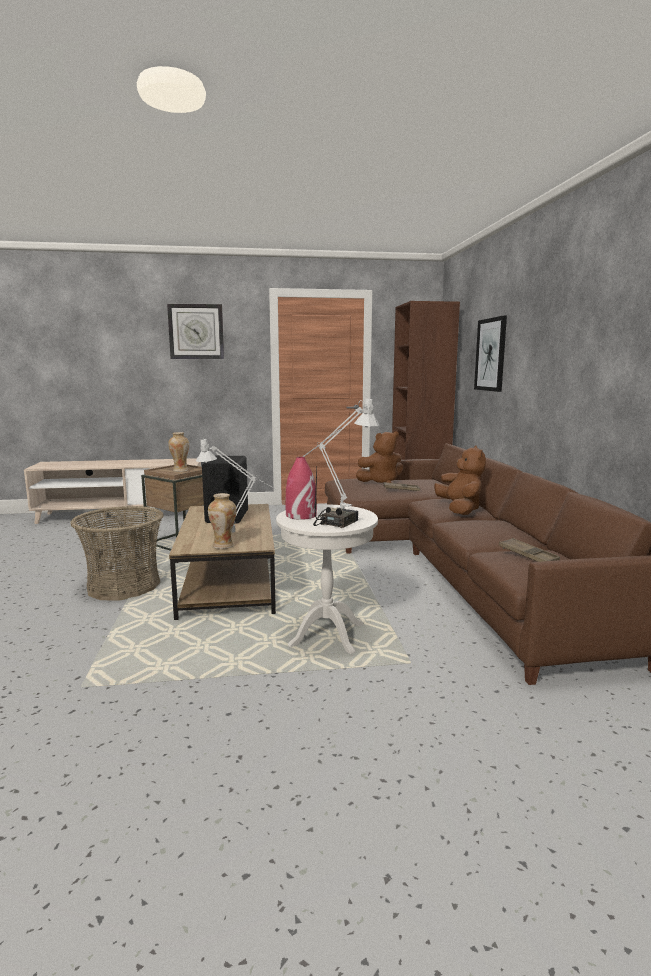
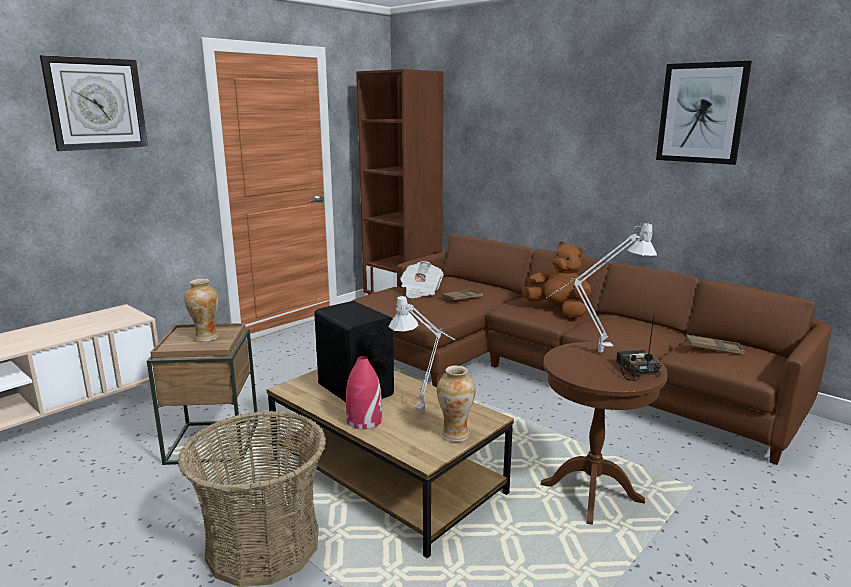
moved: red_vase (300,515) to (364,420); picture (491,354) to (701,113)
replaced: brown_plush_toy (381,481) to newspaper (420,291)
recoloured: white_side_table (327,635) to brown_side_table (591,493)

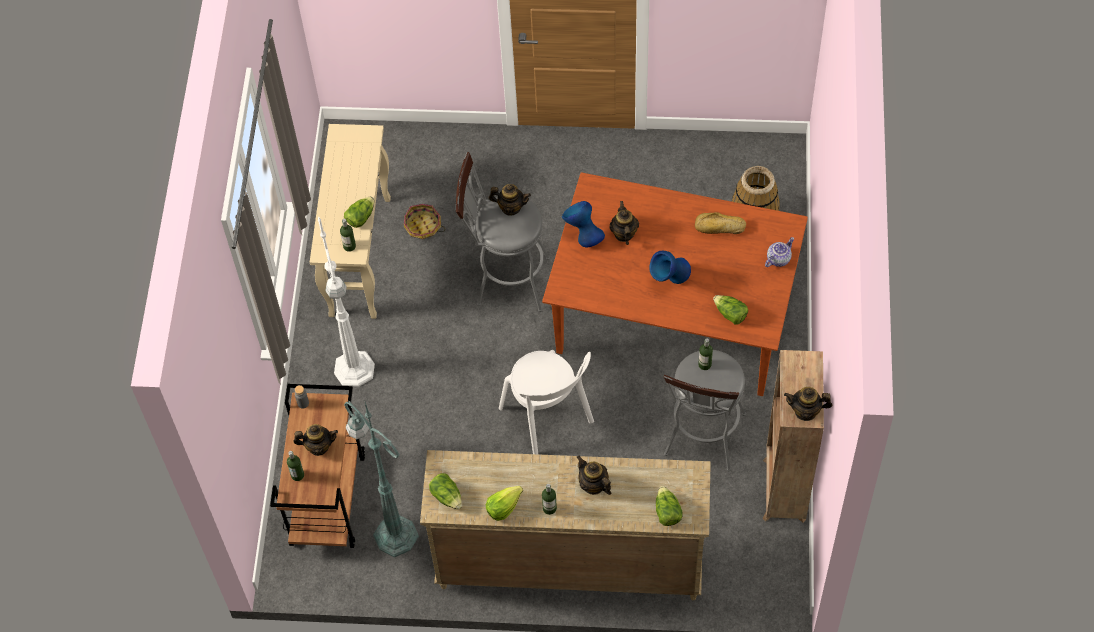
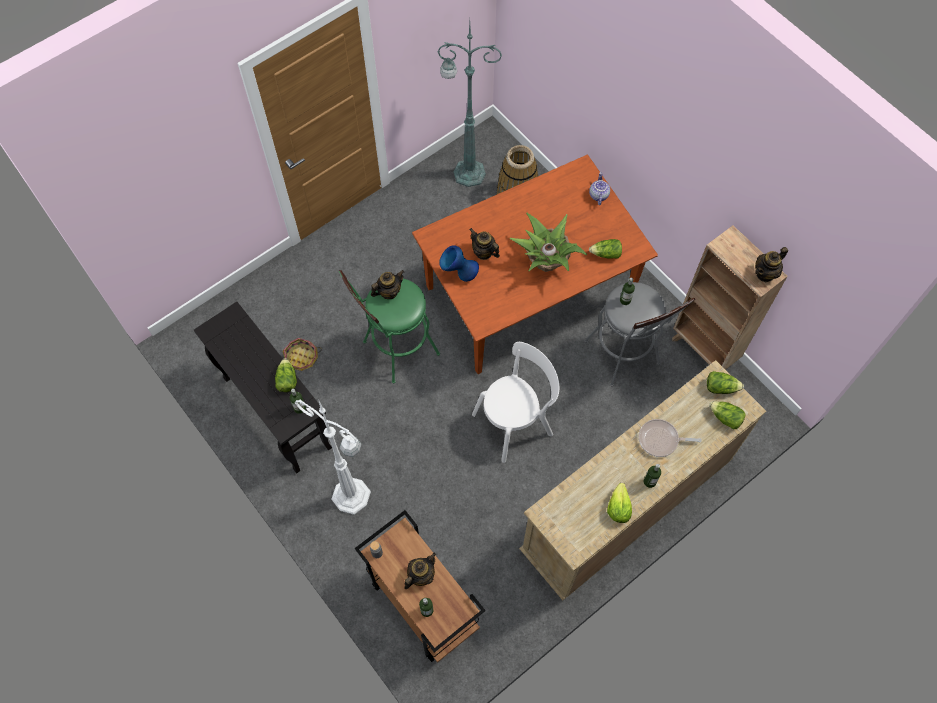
removed: bread (720,228)
moved: green_floor_lamp (394,534) to (467,173); lettuce (447,496) to (721,387)
replaced: blue_vase (669,281) to potted_plant (545,261); teapot (593,485) to frying_pan (660,440)
recoloured: beige_console_table (360,255) to black_console_table (276,412); grey_stool (505,280) to green_stool (395,351)
turned: white_chair (548,418) = (515,422) 45 degrees counterclockwise

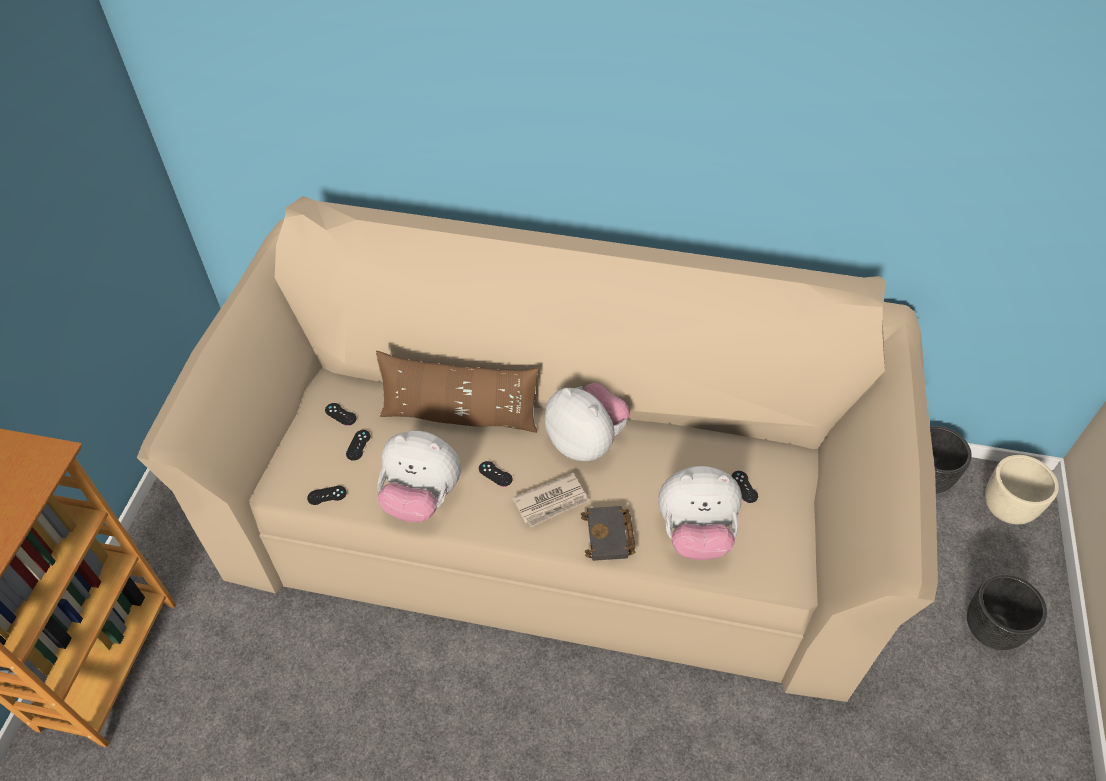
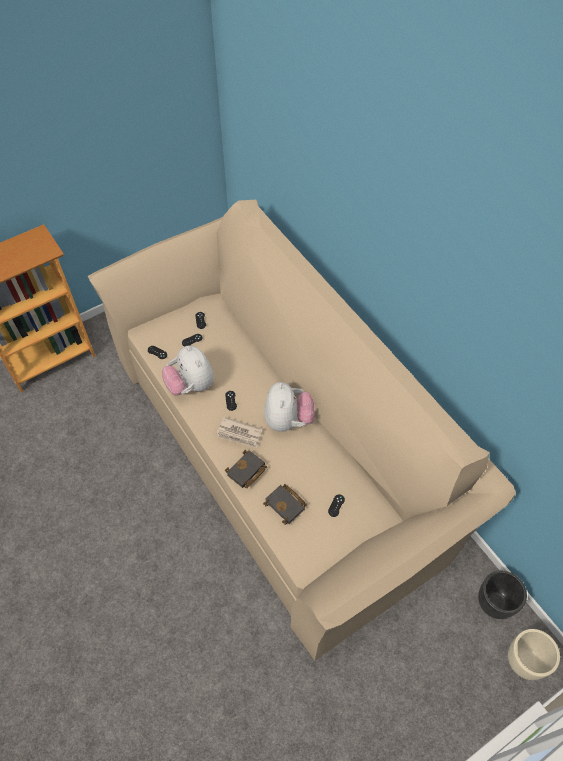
removed: brown_pillow (460,415); black_planter (991,629)
replaced: plush_toy (695,533) to black_book (286,505)

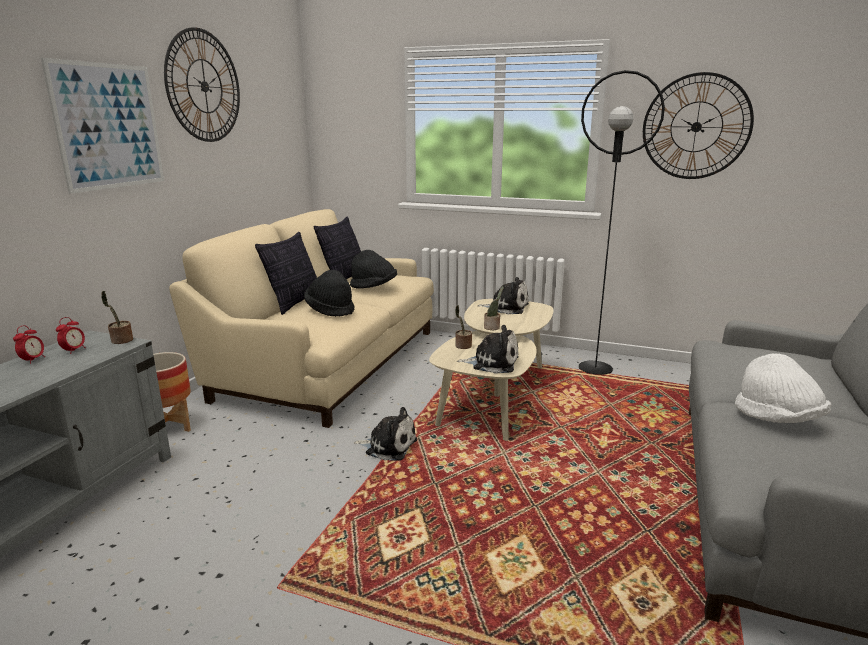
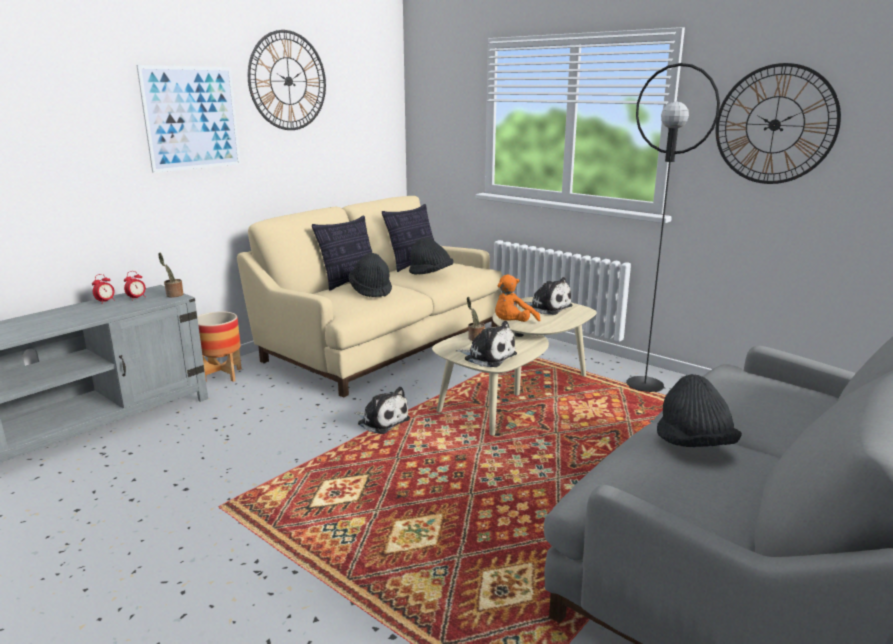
replaced: potted_plant (493,327) to orange_plush_toy (512,324)
recoloured: white_hat (777,419) to black_hat (693,445)

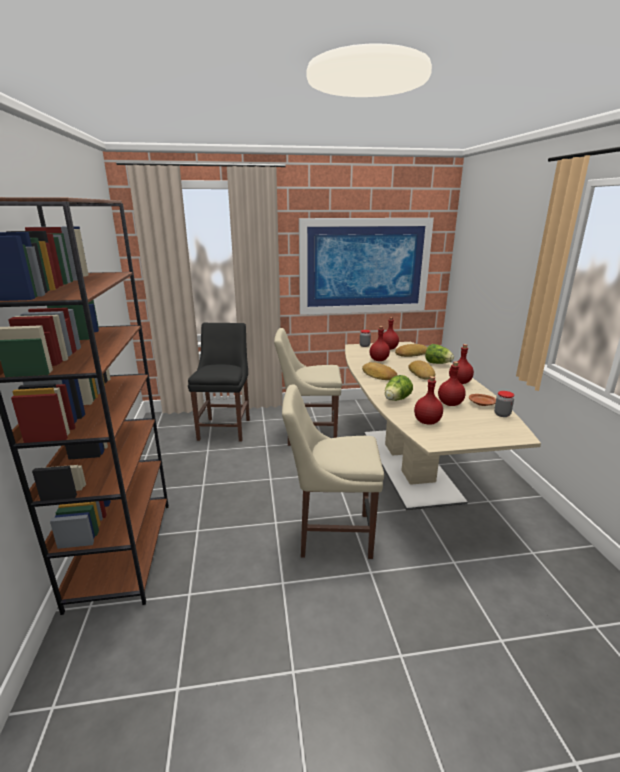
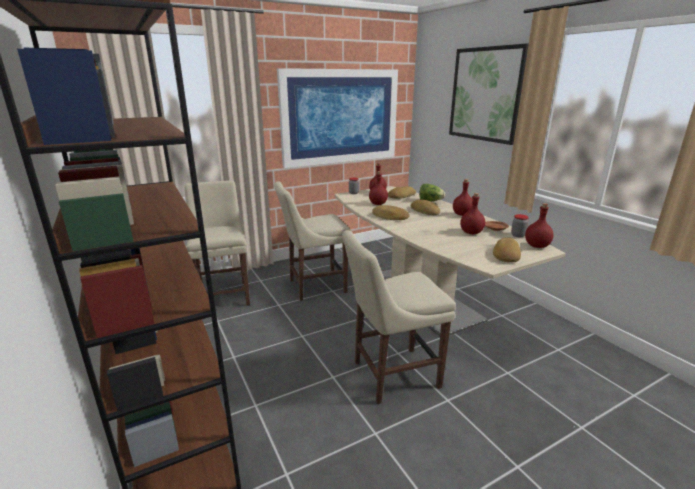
removed: lettuce (396,400)
added: picture (485,94); bread (505,254)
moved: red_bottle (427,422) to (536,246)
recoloured: black_chair (225,428) to beige_chair (224,295)

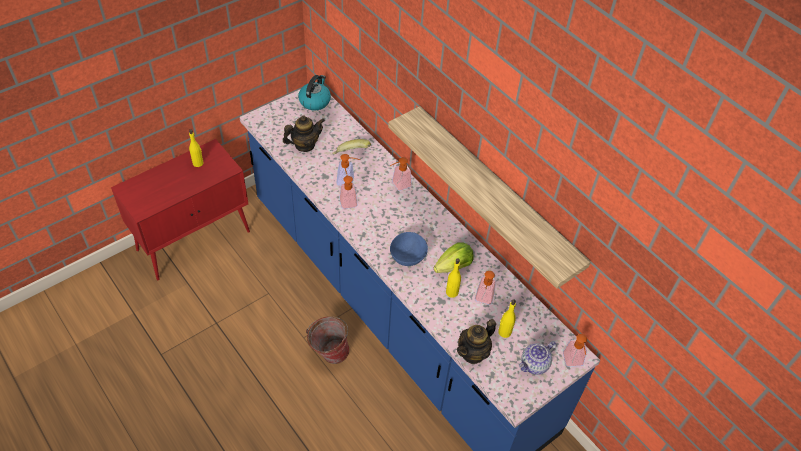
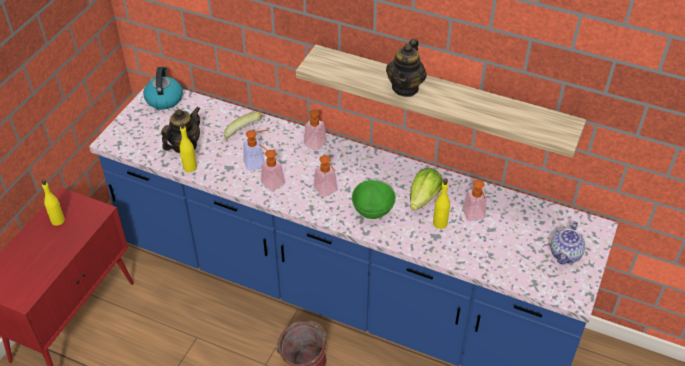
moved: yellow_bottle (504,332) to (189,167); soap_dispenser (573,362) to (327,192); teapot (473,353) to (405,88)
recoloured: blue_bowl (408,257) to green_bowl (373,209)

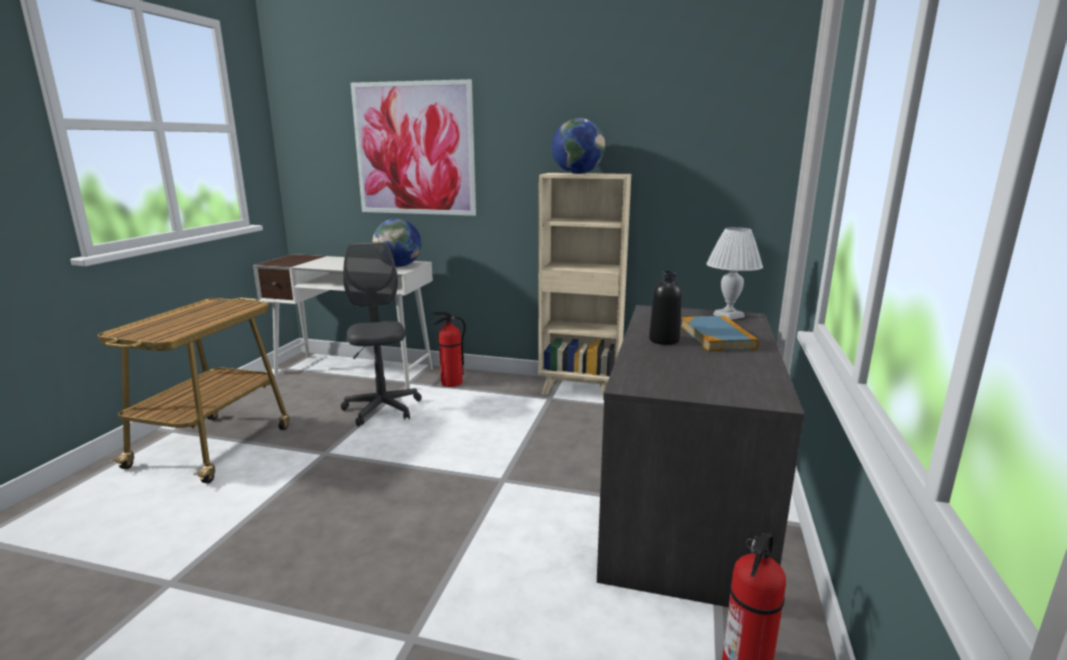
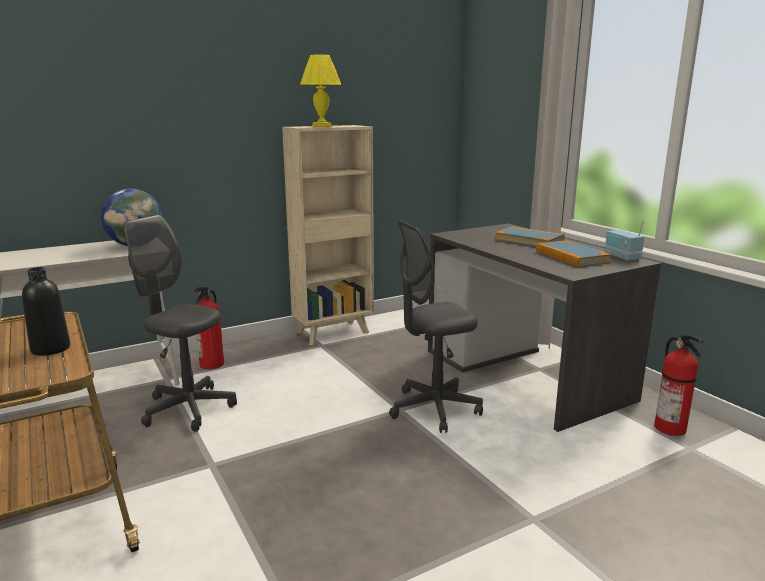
removed: picture (414,149); white_table_lamp (728,316)
added: grey_office_chair (434,409); book (571,257); radio (621,257)
moved: black_bottle (664,340) to (50,349)
replaced: globe (577,173) to yellow_table_lamp (321,126)

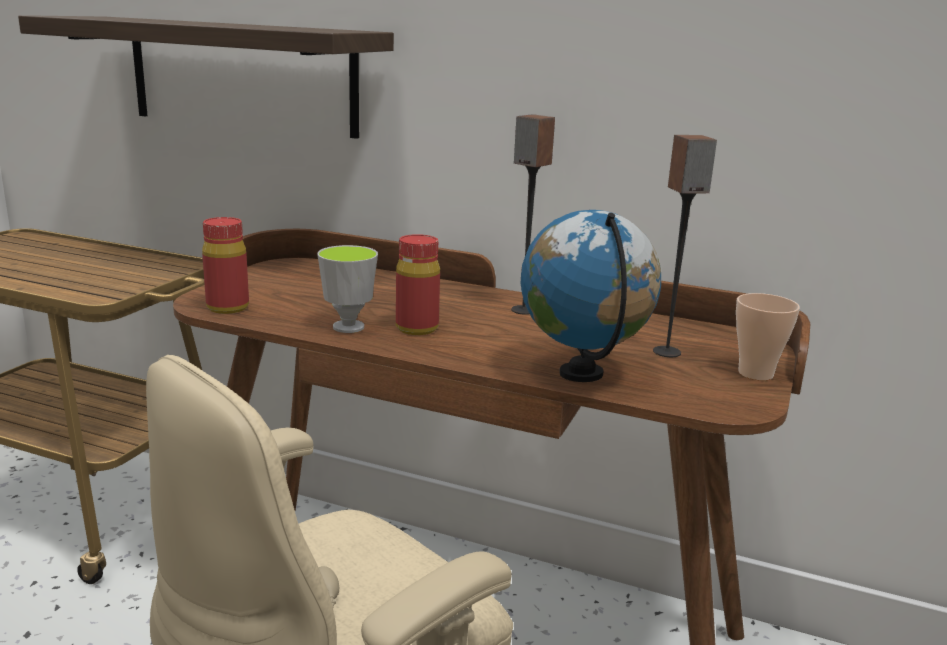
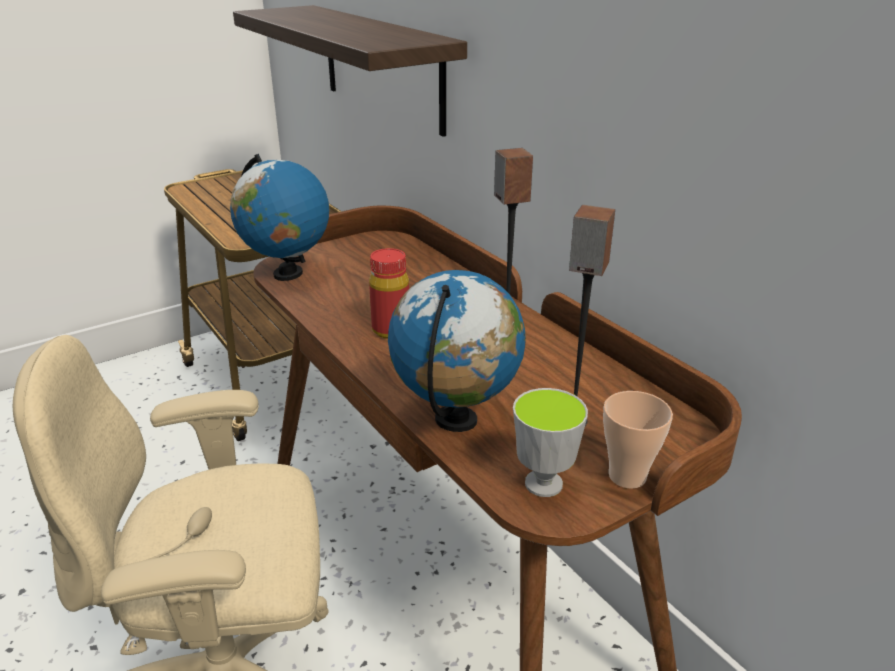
moved: cup (348,327) to (543,484)
replaced: red_bottle (227,307) to globe (287,274)

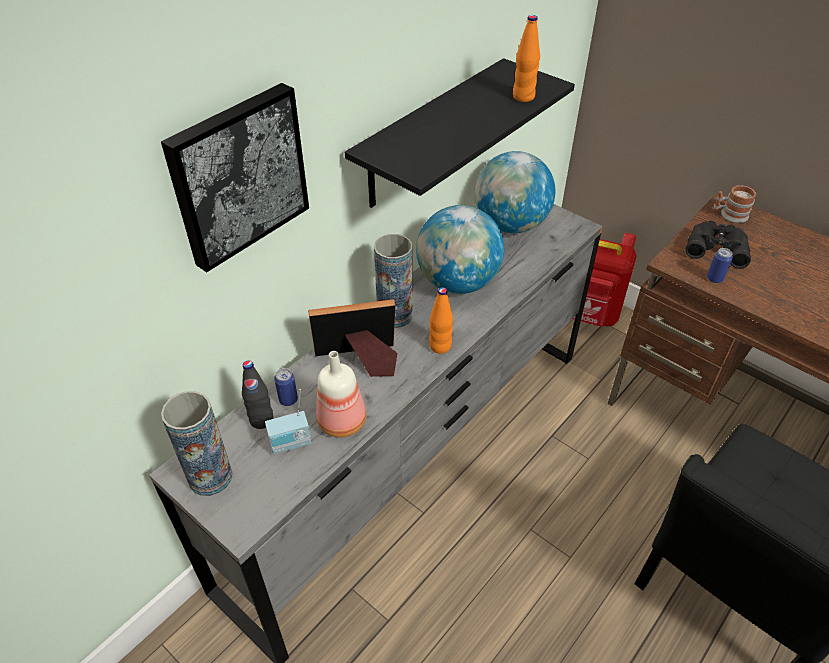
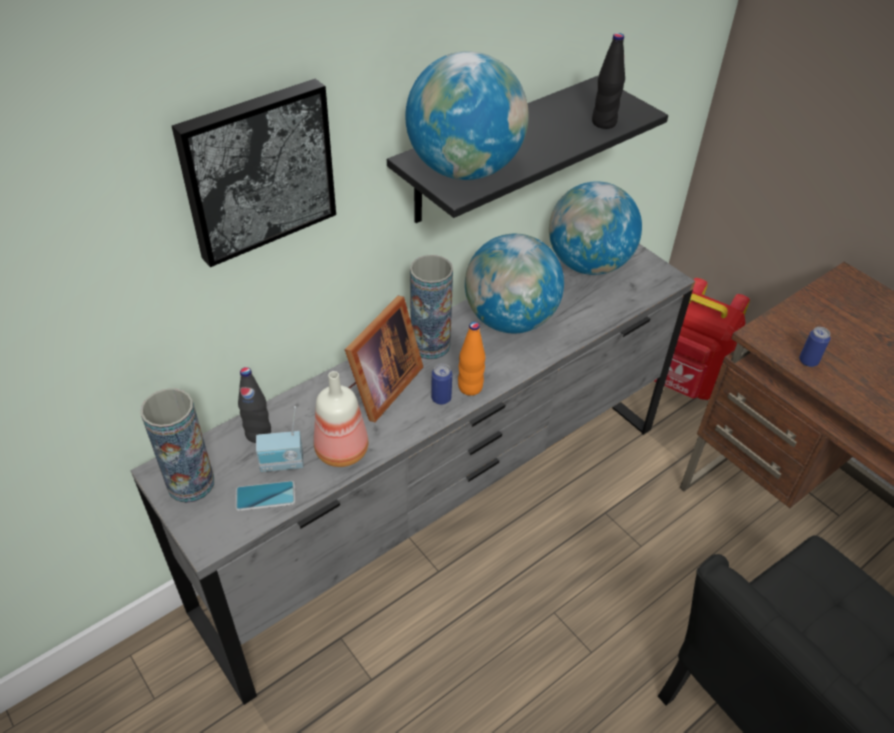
removed: black_binoculars (716,247); mug (729,215)
added: phone (265,496); globe (464,170)
moved: can (288,400) to (441,398)
recoloured: orange_bottle (523,97) to black_bottle (604,123)
turned: picture_frame (360,361) = (378,388) 120 degrees clockwise

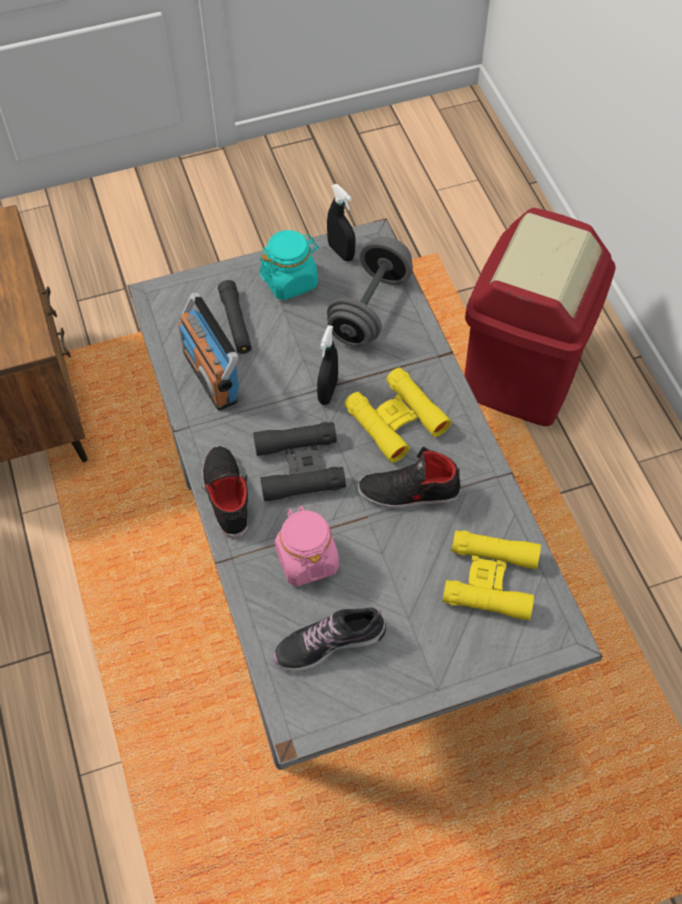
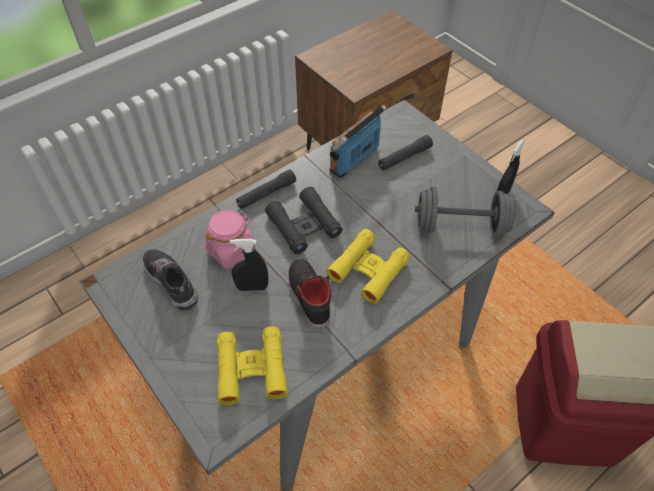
removed: turquoise_jar (290,281)
moved: black_spray_bottle (328,391) to (252,287)
replaced: black_shoe (225,495) to black_flashlight (266,194)

